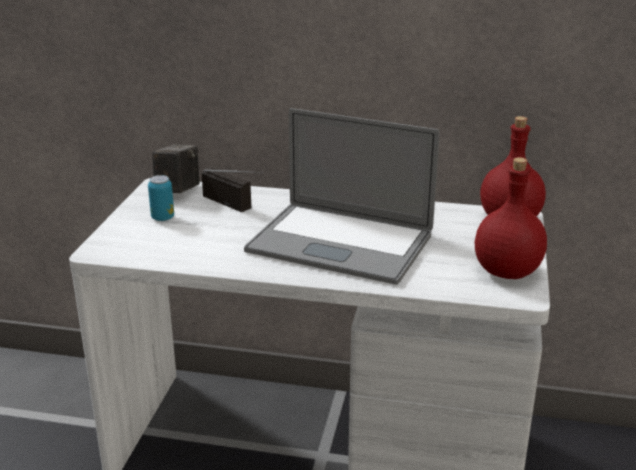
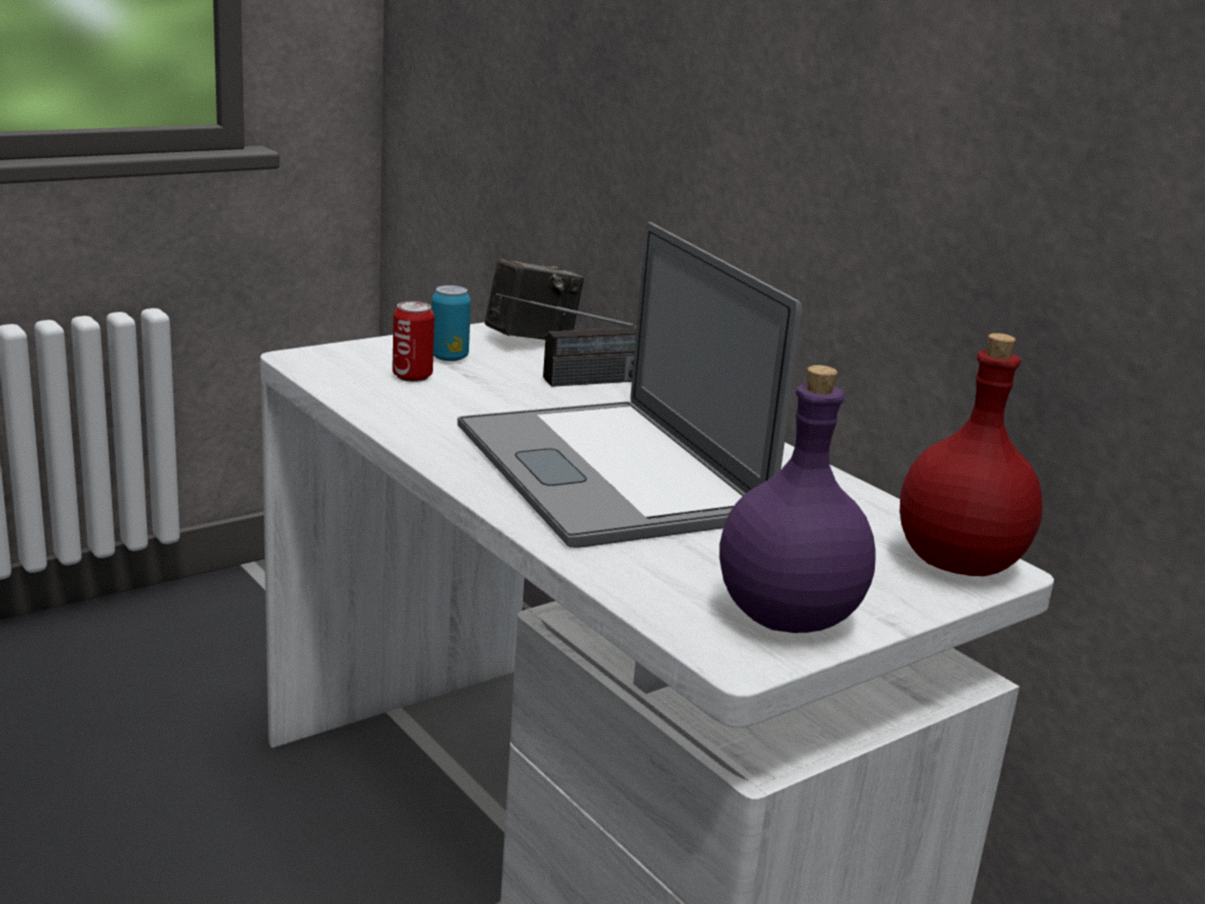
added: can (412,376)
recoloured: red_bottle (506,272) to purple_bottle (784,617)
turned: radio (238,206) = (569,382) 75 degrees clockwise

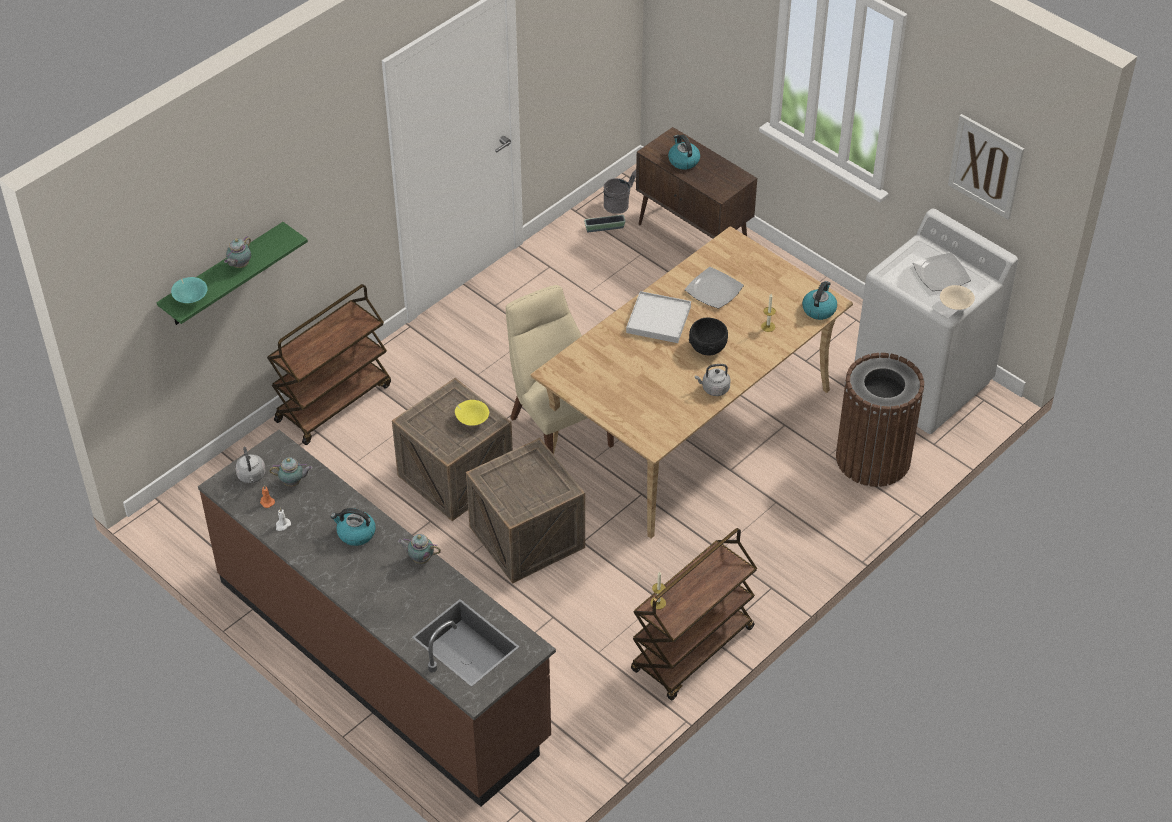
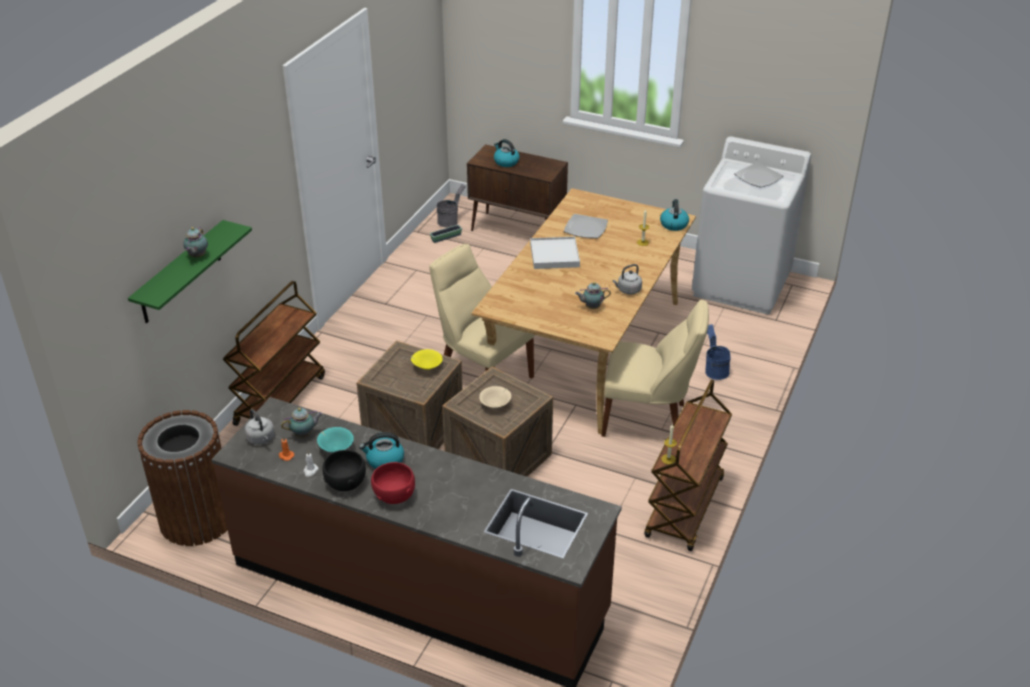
removed: picture (986,166)
added: red_bowl (394,495); beige_chair (648,420); blue_bucket (714,370)
moved: brown_trash_can (873,458) to (197,519); turquoise_bowl (190,299) to (335,448); black_bowl (708,347) to (346,483); beige_bowl (956,306) to (496,405); teapot (420,558) to (591,307)

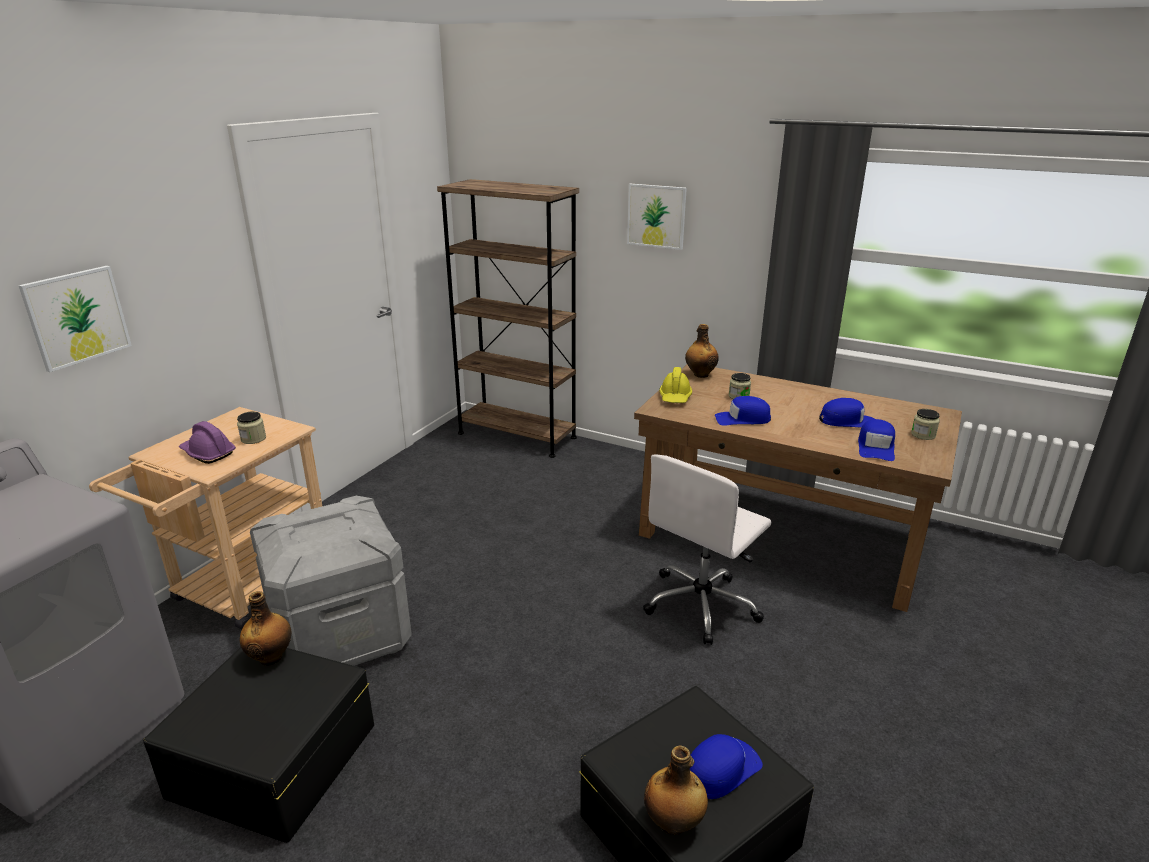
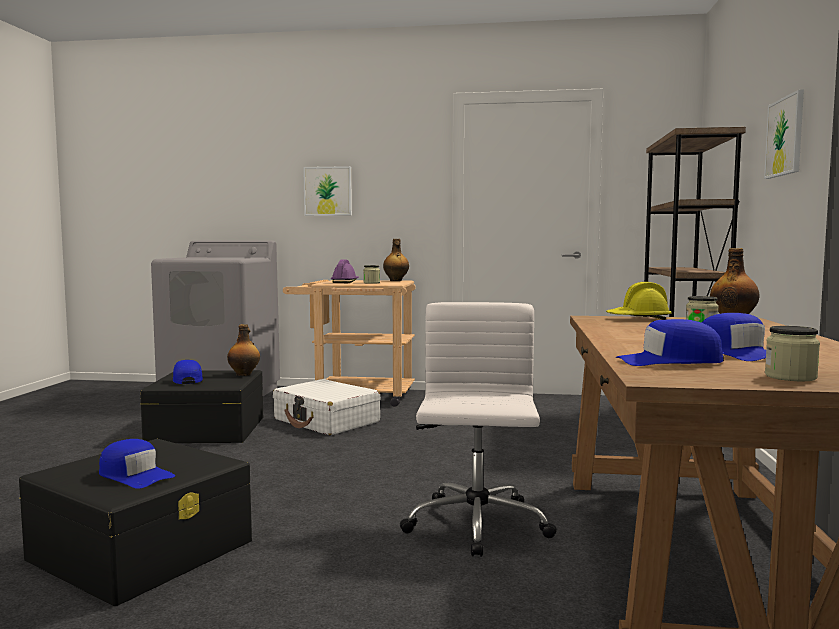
moved: blue_cap (742,419) to (187,380); bottle (674,823) to (395,280)
replaced: grey_storage_box (341,634) to white_suitcase (326,421)
turned: white_office_chair (702,604) = (476,526) 75 degrees clockwise

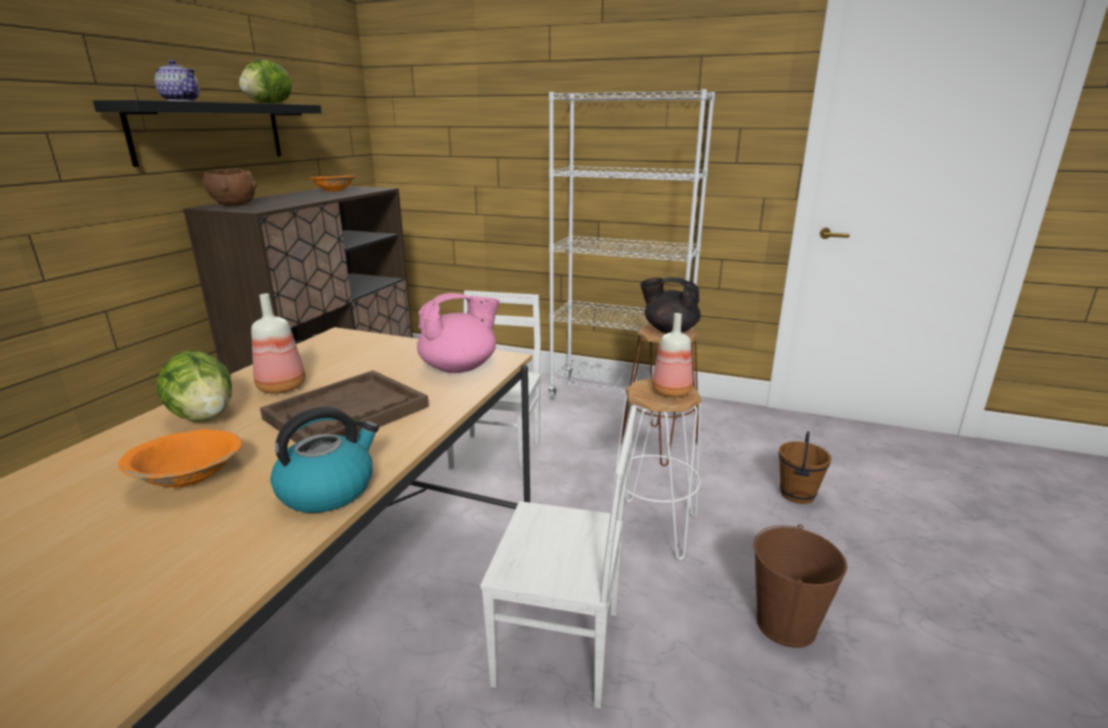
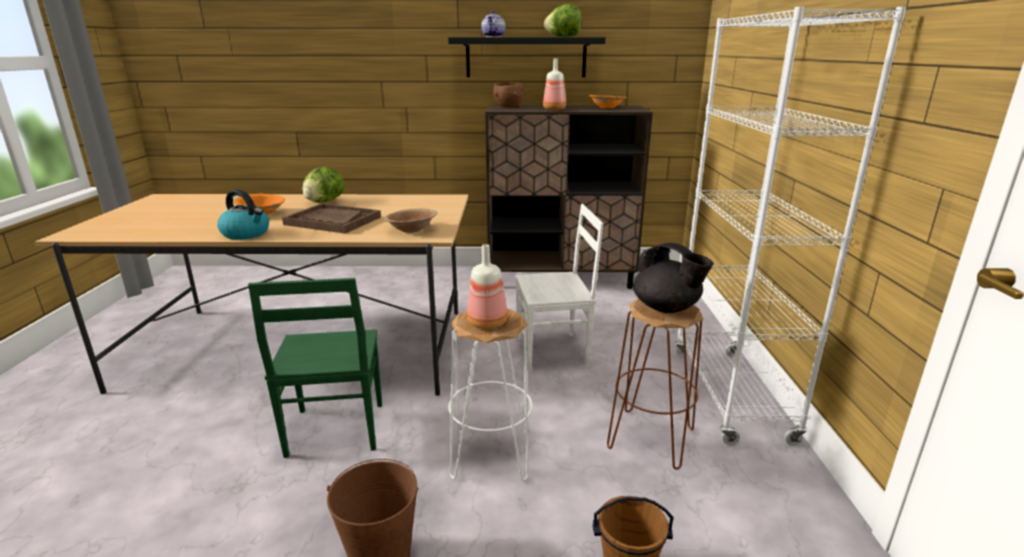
moved: bottle (281,387) to (554,109)
replaced: pink_teapot (460,368) to brown_bowl (411,230)
recoloured: white_chair (560,649) to green_chair (334,431)
turned: black_teapot (669,330) = (666,308) 135 degrees clockwise

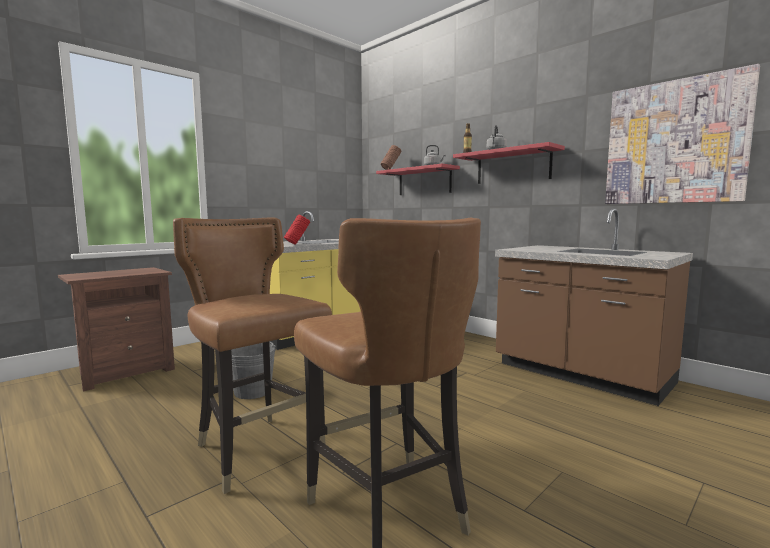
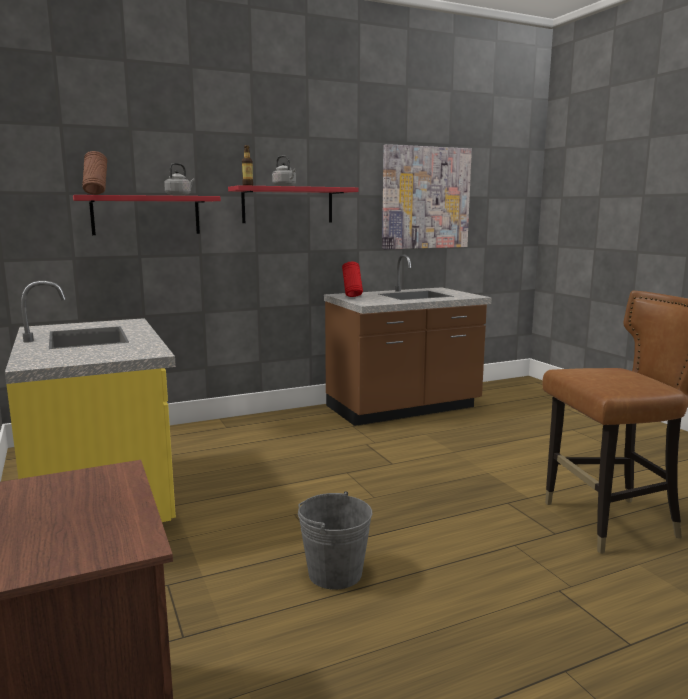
removed: brown_chair (258,450)
moved: red_vase (297,244) to (352,296)

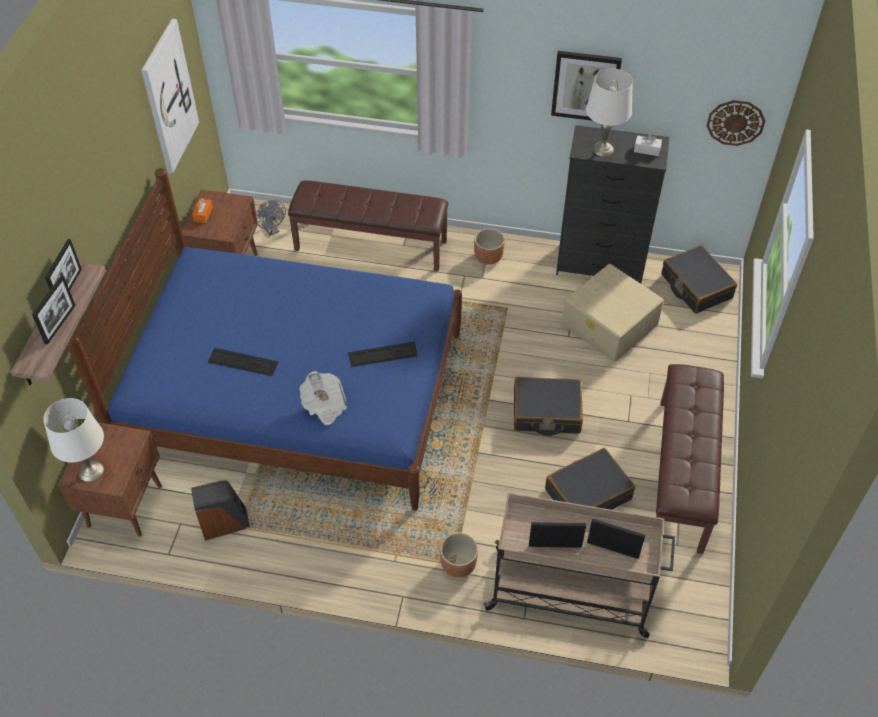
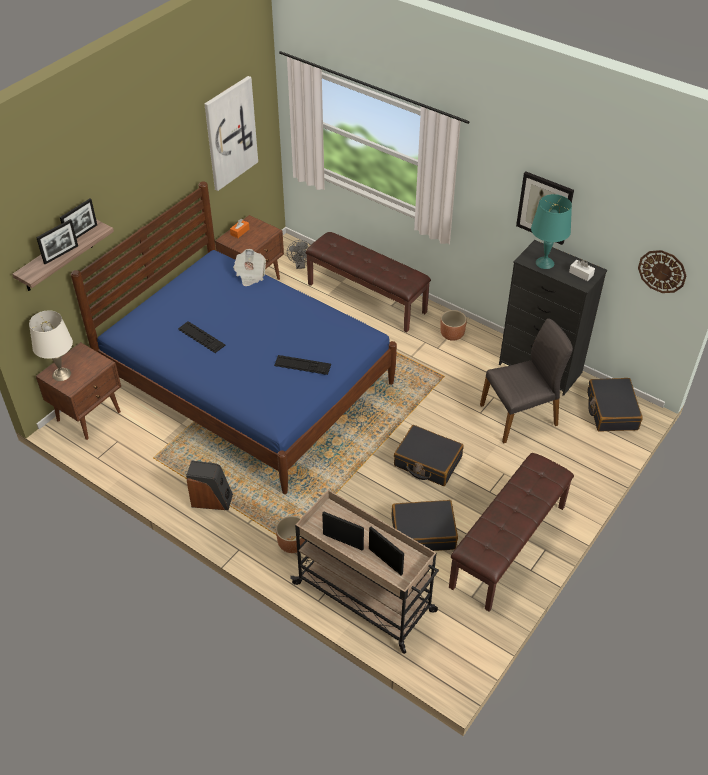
moved: speaker (224,523) to (212,500); newspaper (324,405) to (250,275)
replaced: beige_storage_box (610,324) to grey_chair (520,415)
recoloured: white_table_lamp (603,148) to turquoise_table_lamp (545,262)

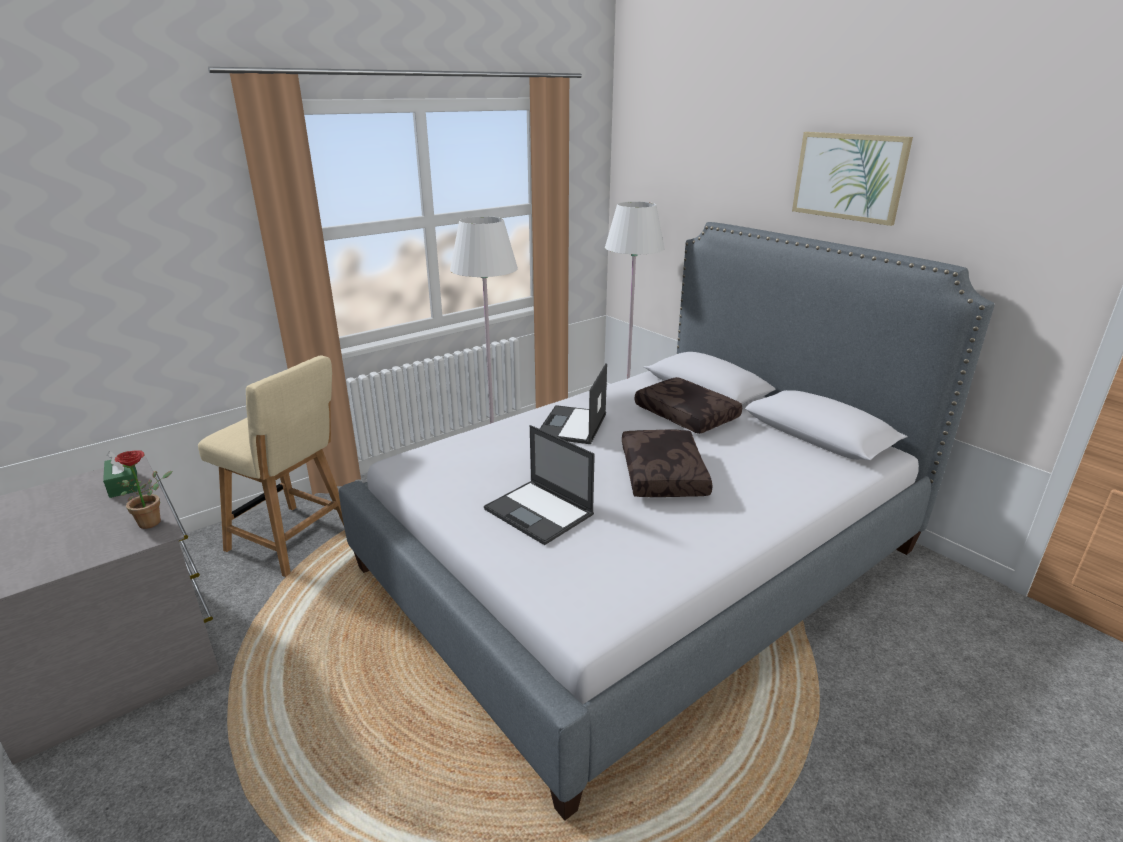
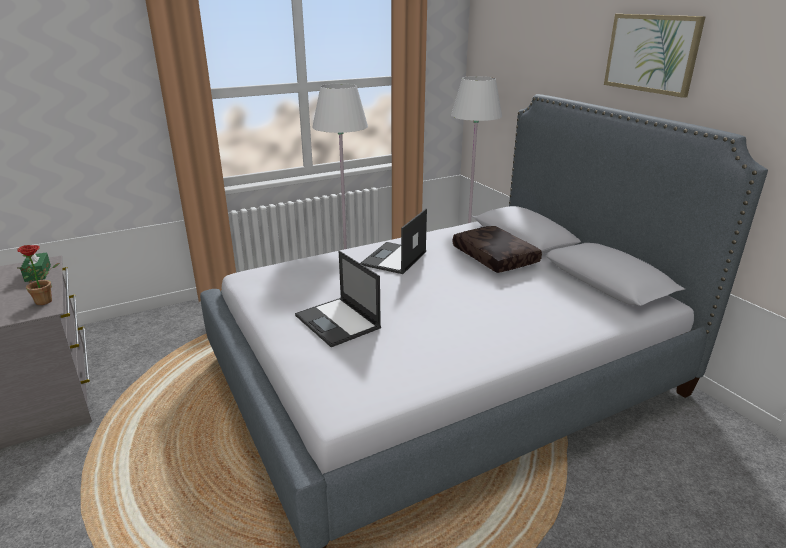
removed: beige_chair (294,541); brown_pillow (664,475)

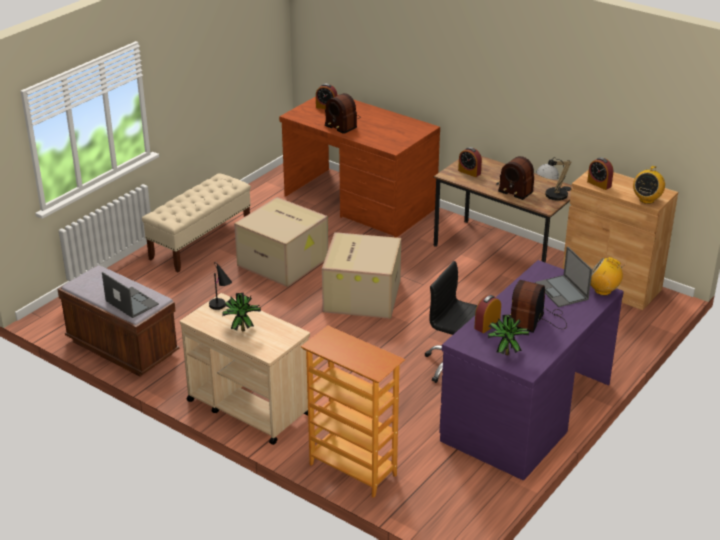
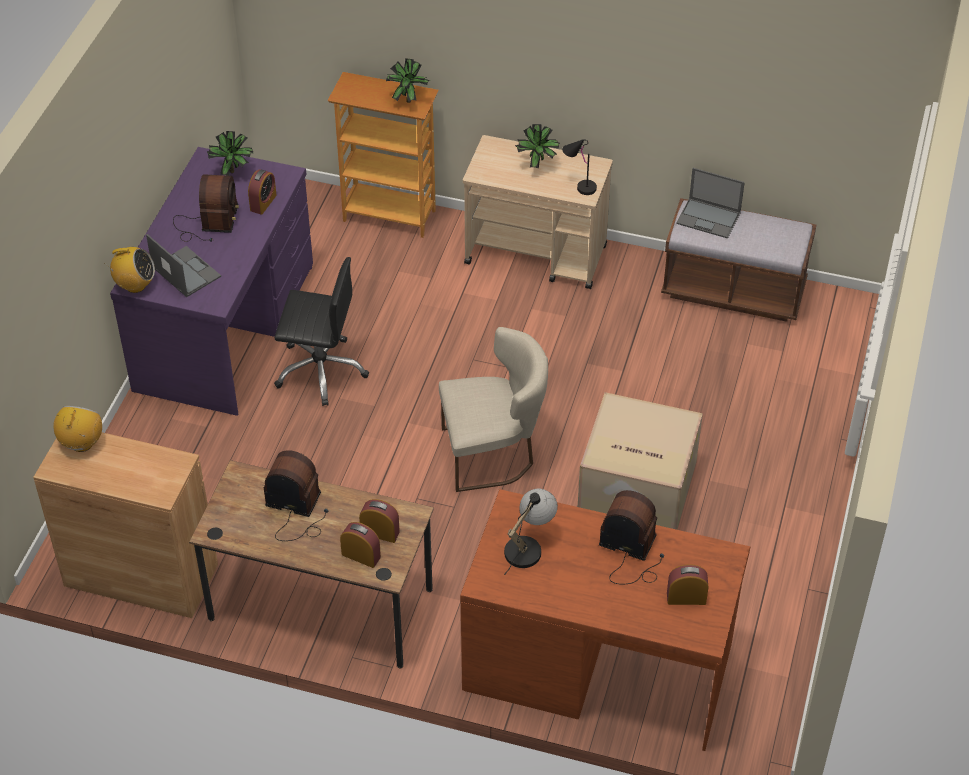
removed: beige_bench (201,242)
added: potted_plant (407,99)
moved: alarm_clock (599,184) to (361,555); table_lamp (551,197) to (528,546)
replaced: cardboard_box (361,295) to beige_chair (493,453)

